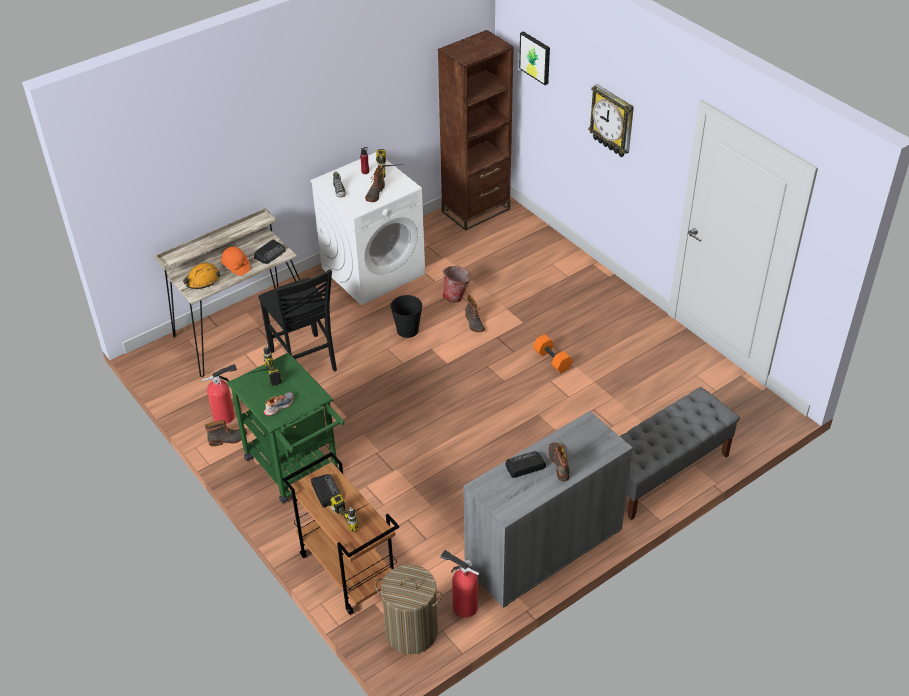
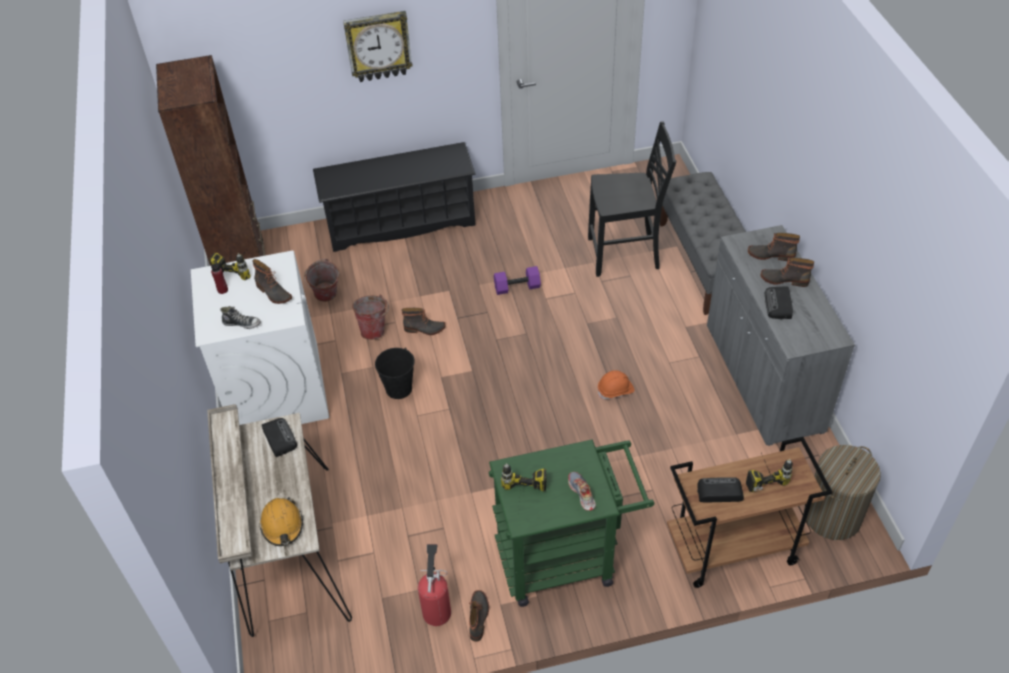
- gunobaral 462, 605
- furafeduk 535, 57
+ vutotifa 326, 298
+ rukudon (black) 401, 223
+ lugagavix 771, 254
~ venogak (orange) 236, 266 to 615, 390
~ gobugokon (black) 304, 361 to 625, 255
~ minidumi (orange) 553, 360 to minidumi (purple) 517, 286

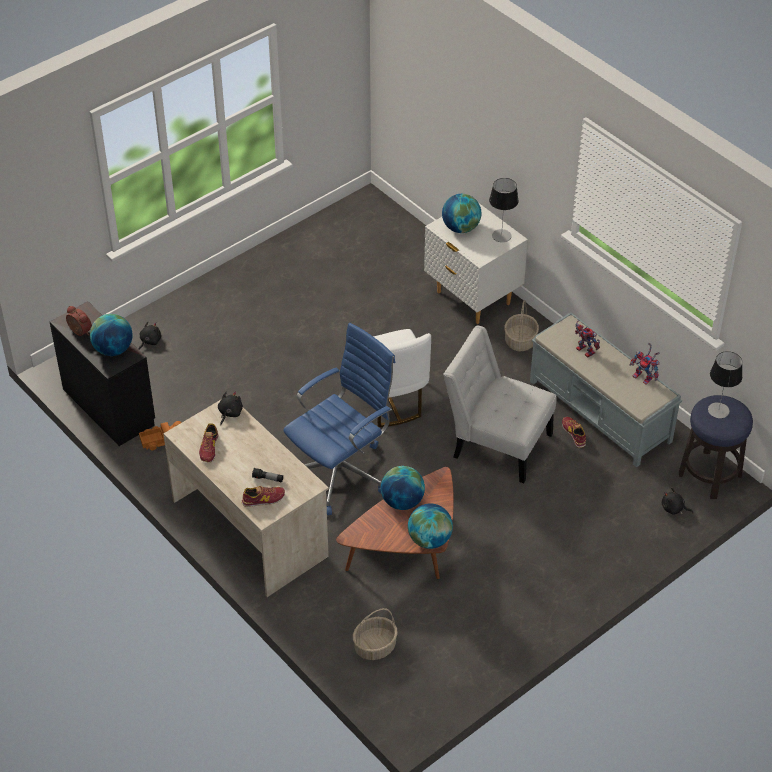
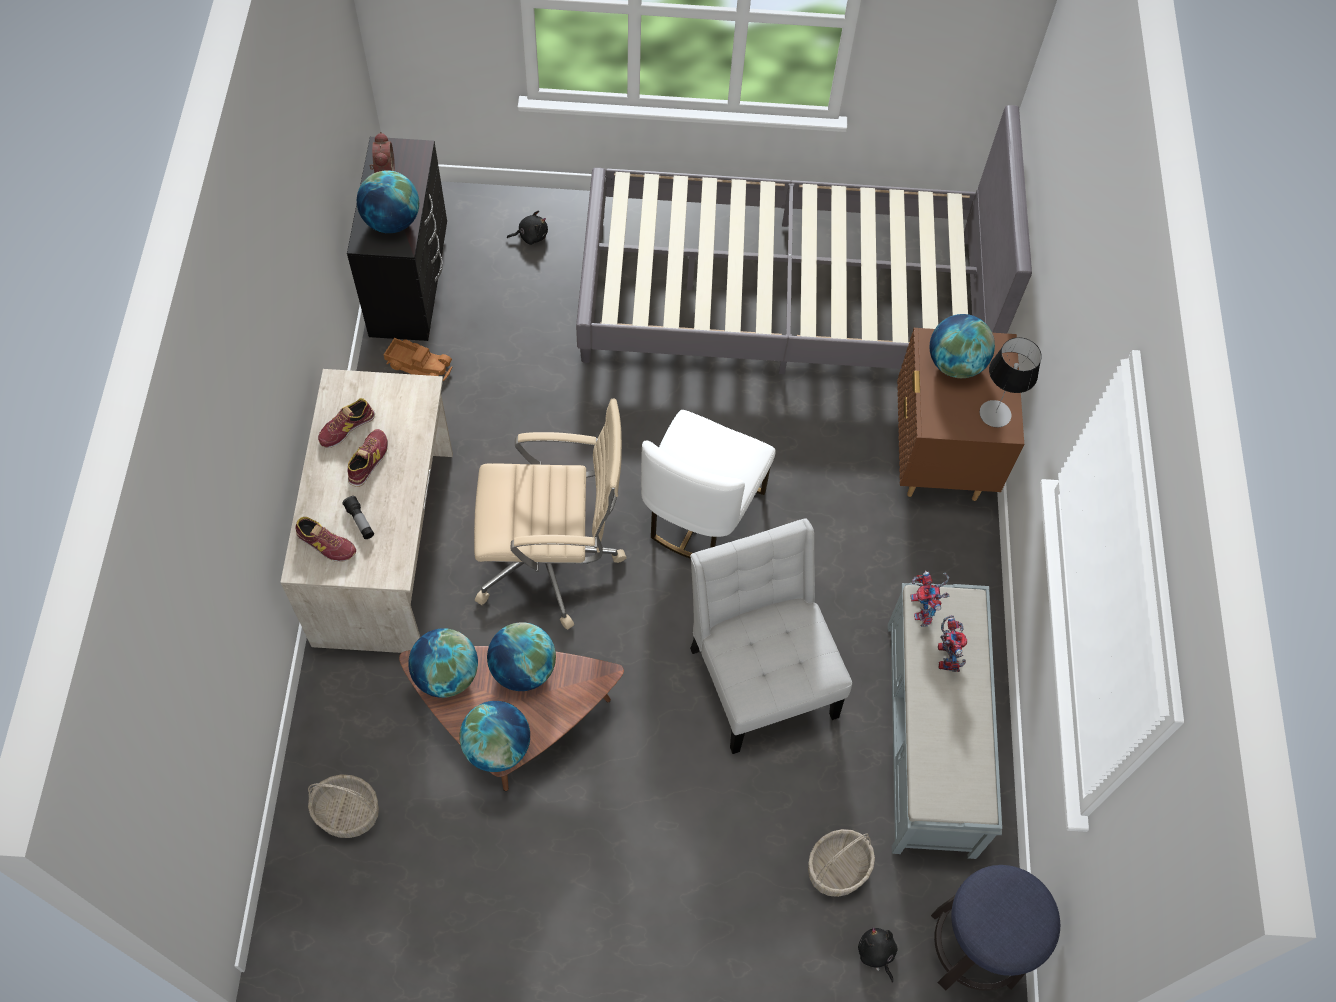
- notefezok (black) 229, 413
- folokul 718, 410
+ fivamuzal 446, 675
+ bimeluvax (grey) 782, 299
~ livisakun 520, 341 to 837, 870
~ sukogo 574, 434 to 368, 460
~ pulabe 644, 377 to 924, 609
~ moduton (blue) 341, 471 to moduton (beige) 551, 560
~ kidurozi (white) 472, 298 to kidurozi (brown) 938, 458

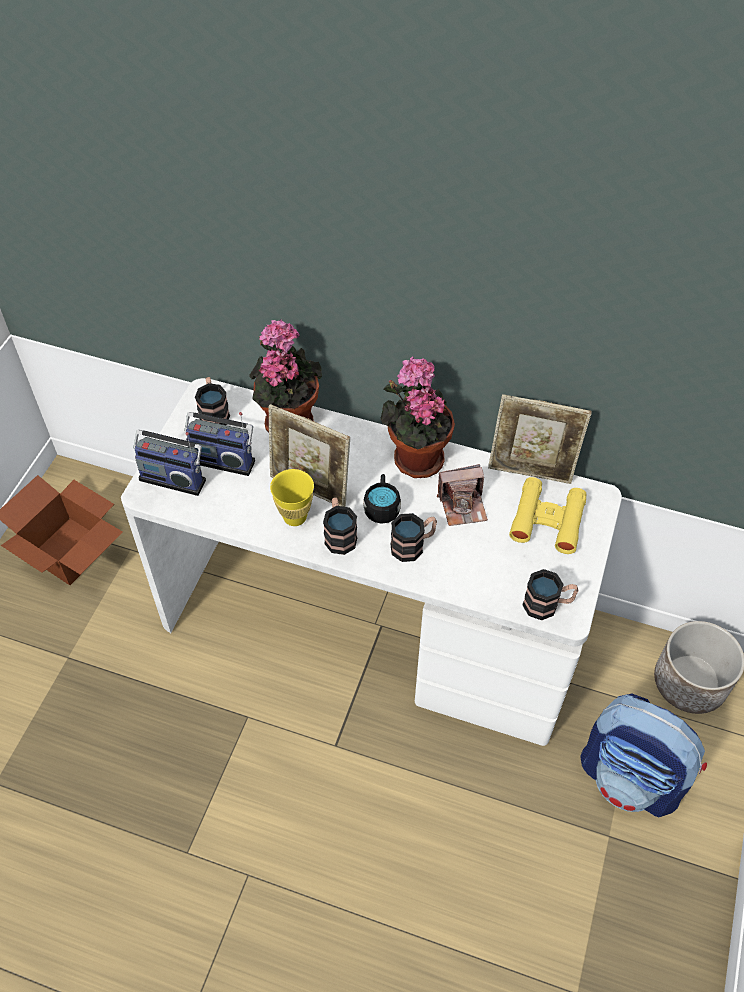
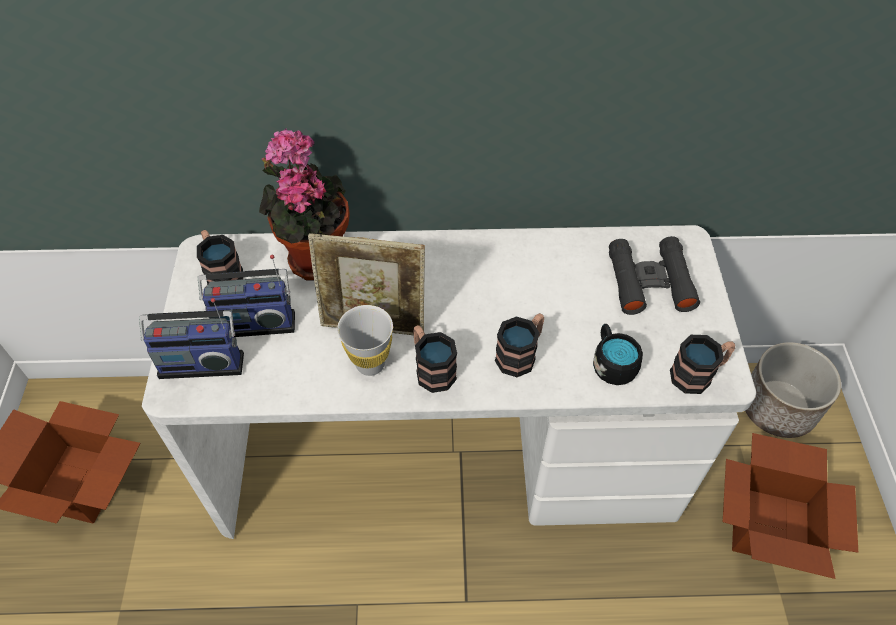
- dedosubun 415, 457
- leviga 462, 505
- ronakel 530, 472
~ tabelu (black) 382, 506 to 611, 363
~ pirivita 630, 778 to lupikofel 771, 524
~ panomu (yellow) 295, 517 to panomu (white) 370, 364
~ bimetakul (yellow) 547, 520 to bimetakul (black) 649, 281

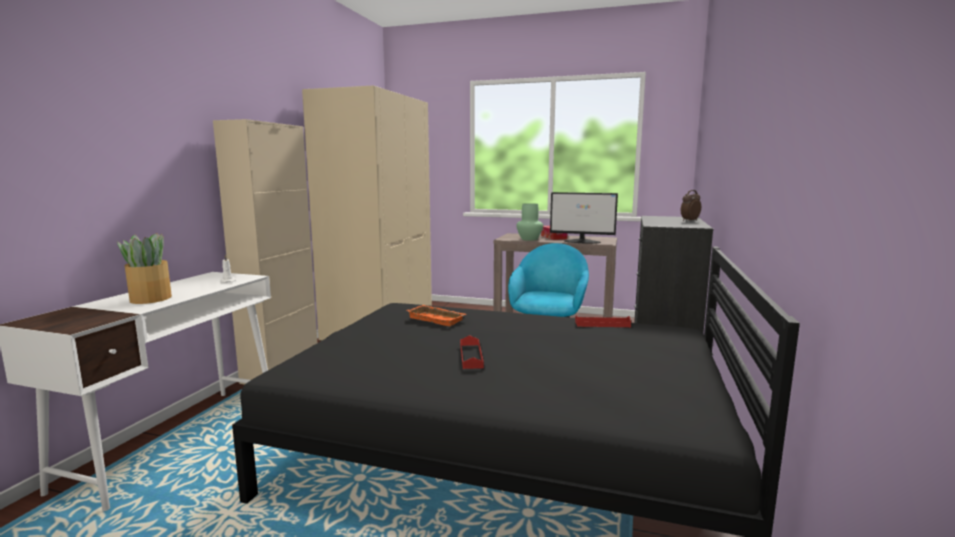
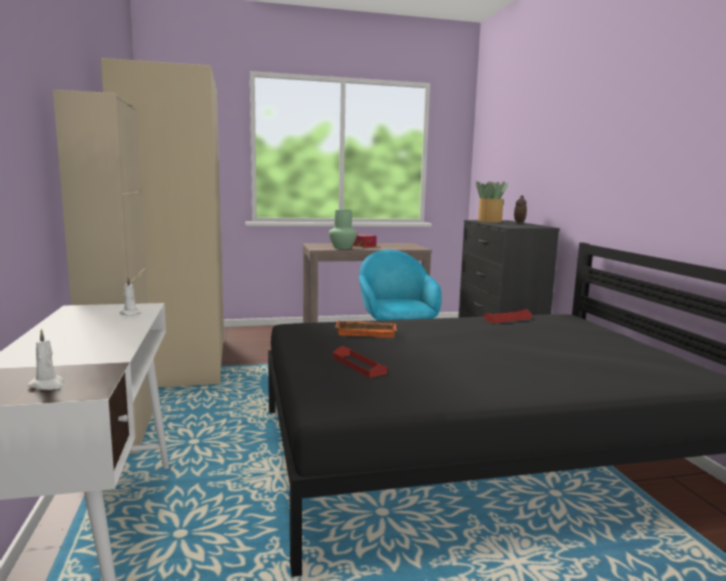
- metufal 582, 241
+ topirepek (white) 47, 385
~ dedosubun 151, 298 to 489, 221
~ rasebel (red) 471, 356 to 359, 365

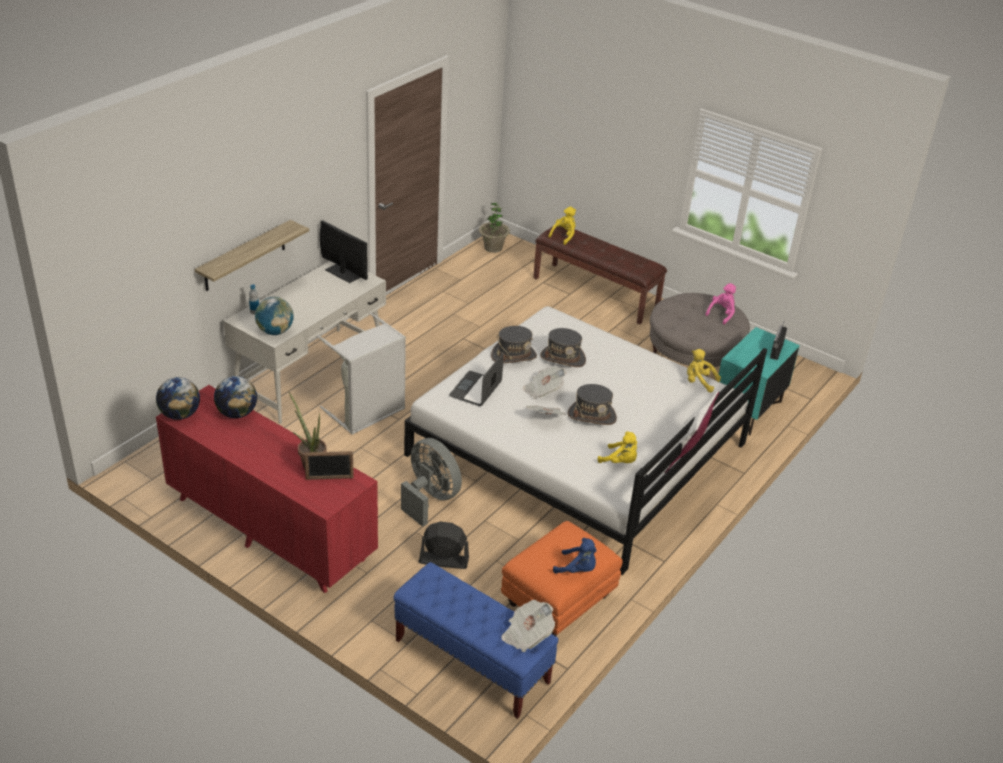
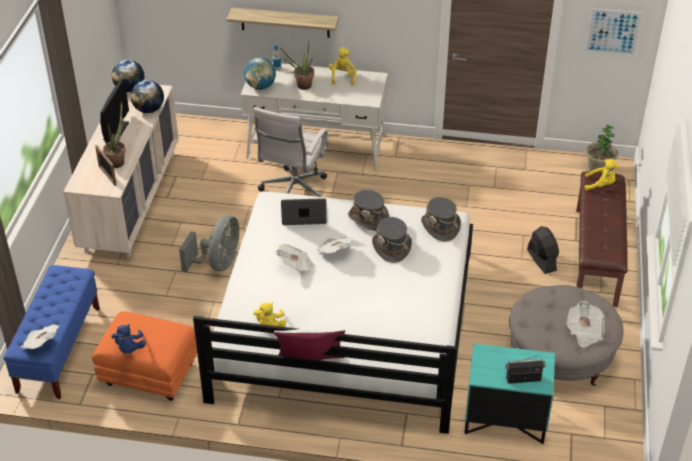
+ dedosubun 301, 86
+ furafeduk 613, 32
~ metufal 342, 273 to 116, 131
~ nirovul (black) 443, 560 to 541, 260
~ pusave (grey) 592, 416 to 440, 227
~ notefezok (yellow) 699, 382 to 342, 77
~ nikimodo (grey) 367, 413 to moduton (white) 293, 193
~ notefezok (pink) 721, 314 to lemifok 584, 332
~ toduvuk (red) 270, 528 to toduvuk (beige) 131, 201

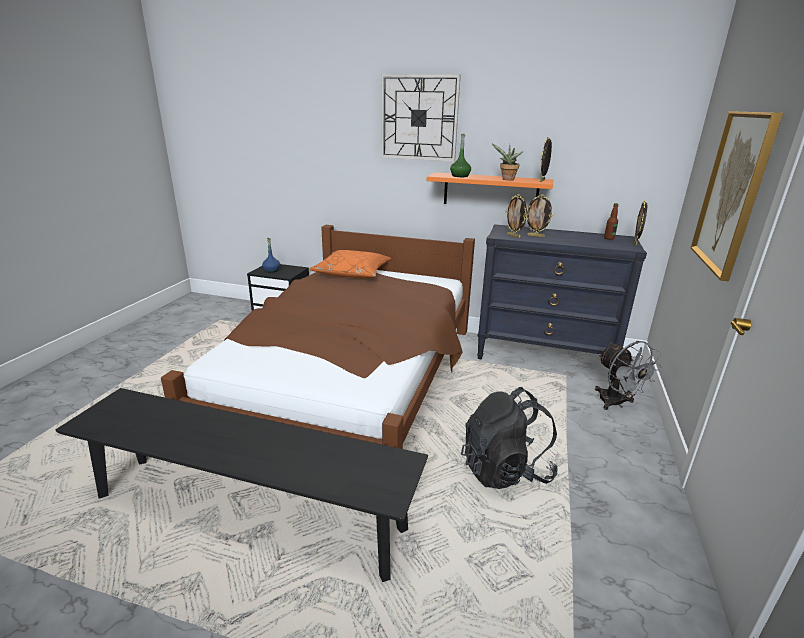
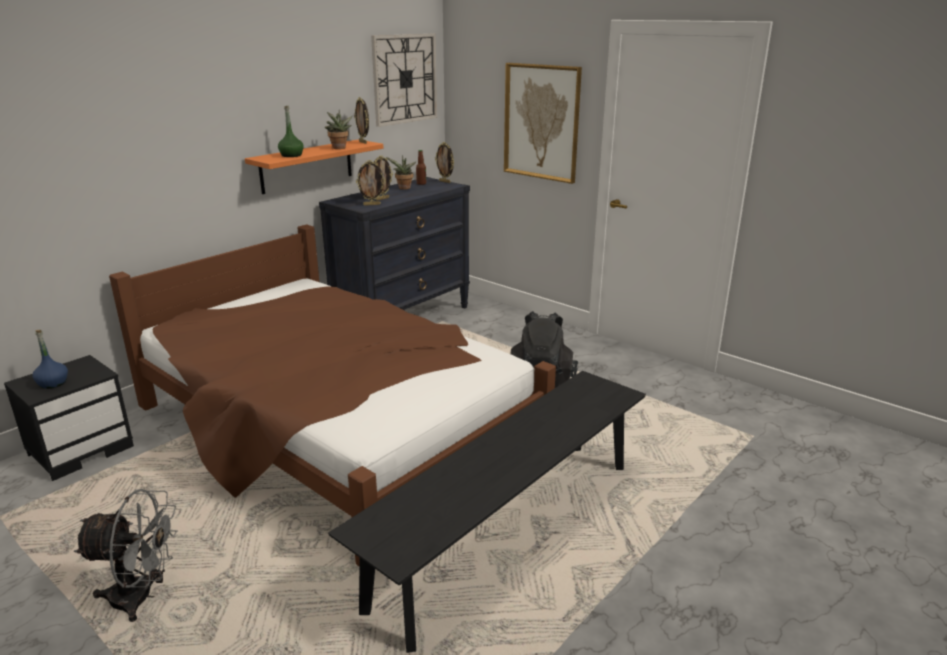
- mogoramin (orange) 352, 273
+ dedosubun 403, 188
~ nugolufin 419, 118 to 405, 79
~ nirovul (grey) 616, 403 to 142, 597

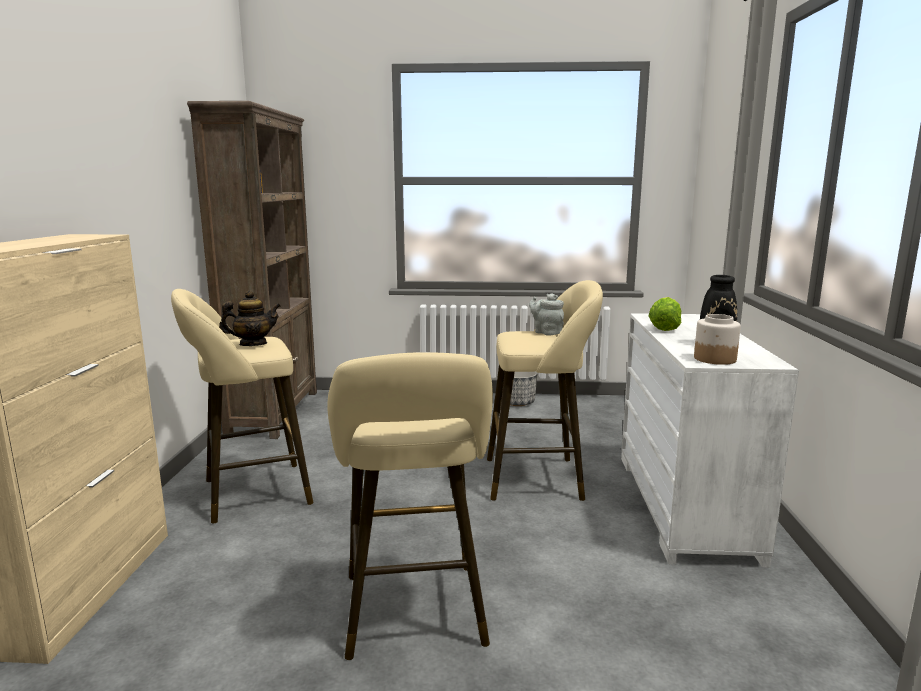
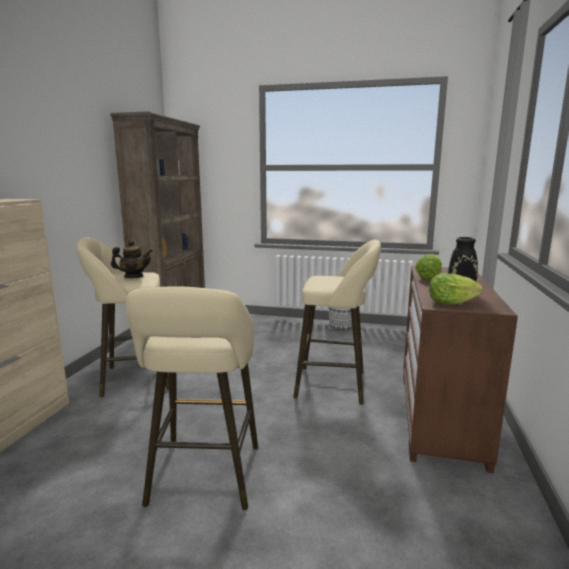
- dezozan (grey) 546, 332
~ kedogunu 714, 359 to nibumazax 450, 303
~ toduvuk (white) 685, 504 to toduvuk (brown) 441, 415

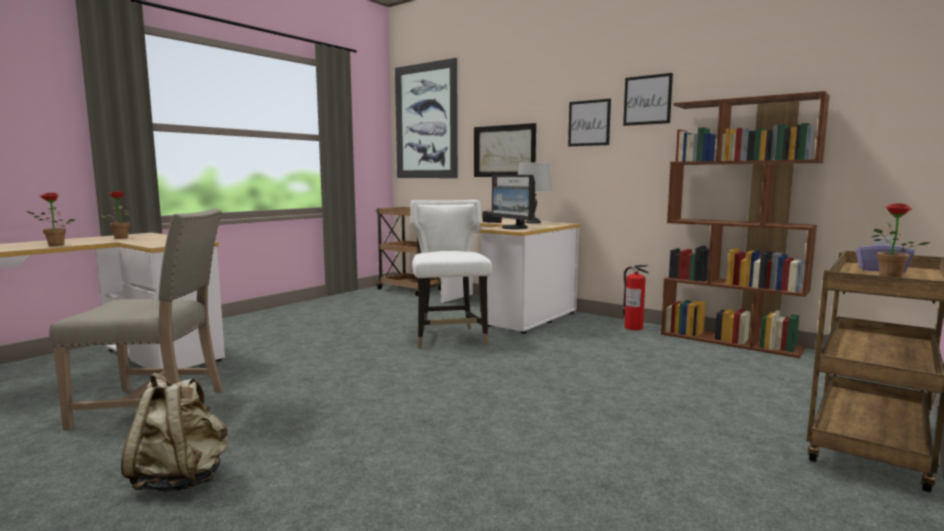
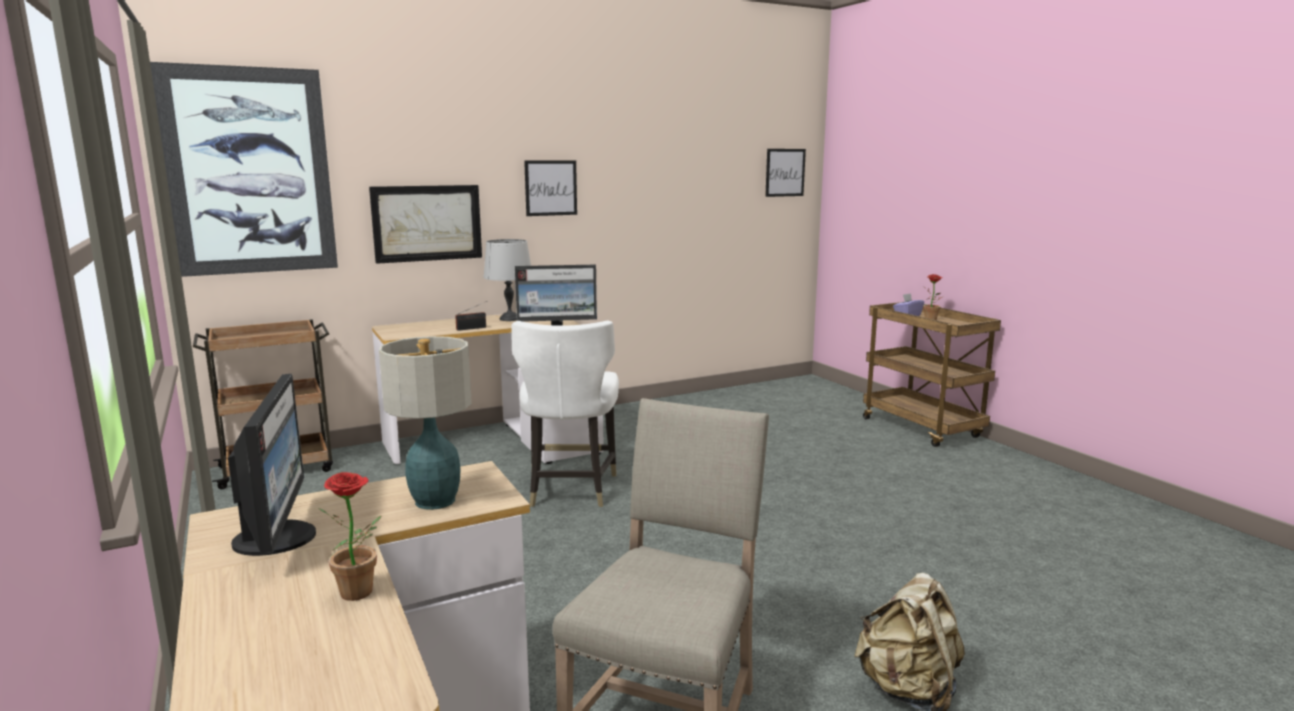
- gunobaral 633, 327
- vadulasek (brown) 730, 341
+ folokul 436, 500
~ furafeduk 647, 100 to 785, 172
~ dedosubun 120, 237 to metufal 278, 538
~ gobugokon (white) 450, 337 = 570, 489 105 degrees counterclockwise

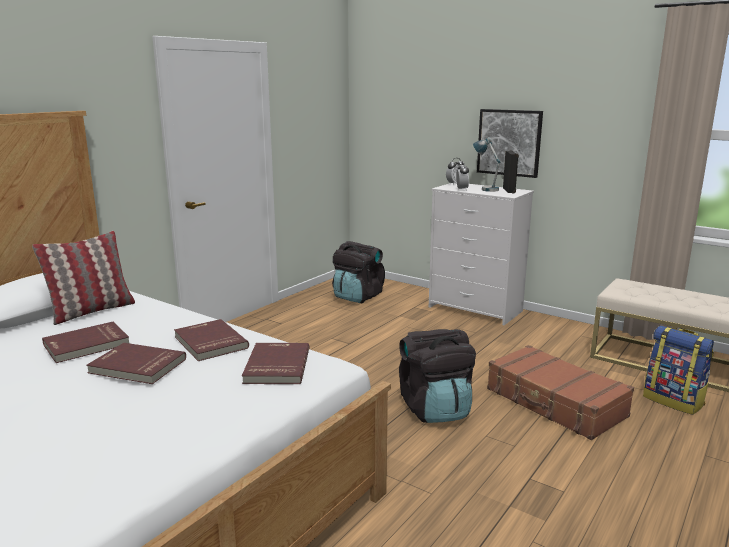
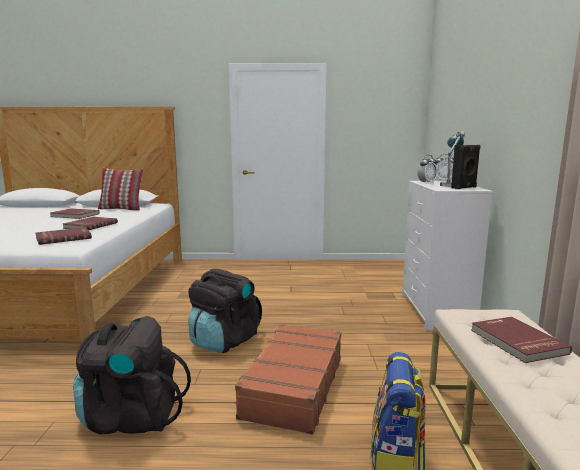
- furafeduk 509, 142
~ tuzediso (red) 137, 366 to 516, 342
~ pirivita (black) 357, 297 to 131, 417

